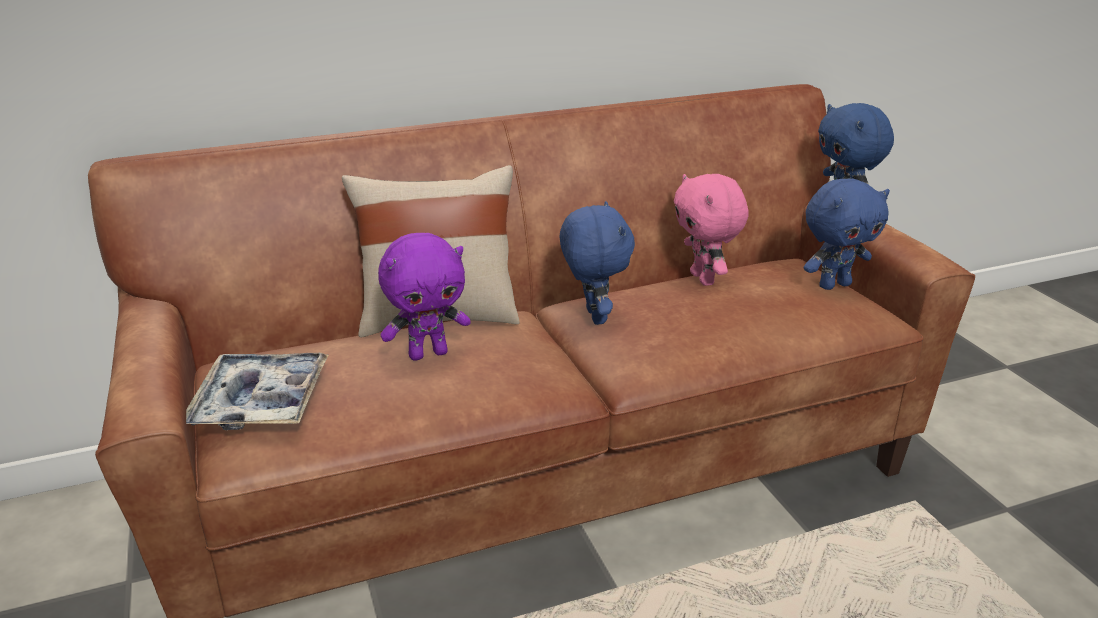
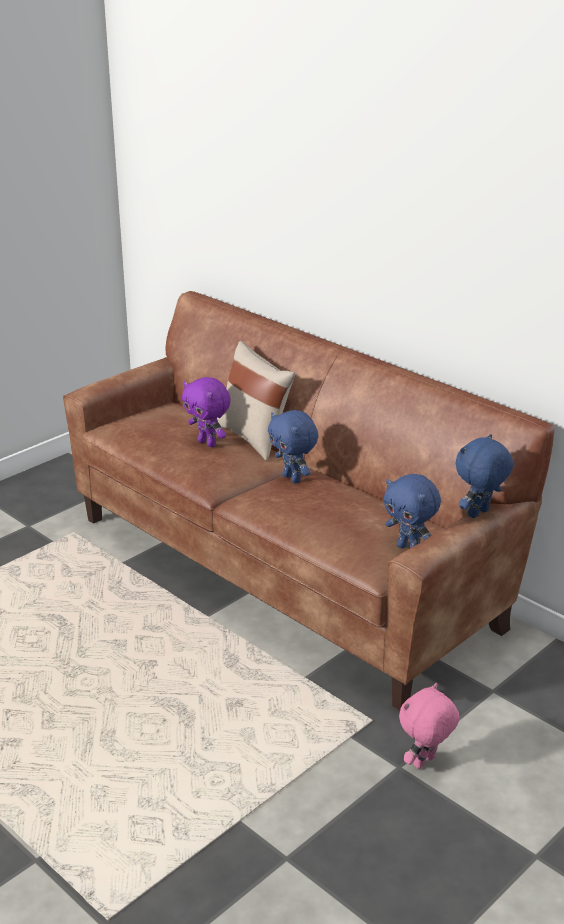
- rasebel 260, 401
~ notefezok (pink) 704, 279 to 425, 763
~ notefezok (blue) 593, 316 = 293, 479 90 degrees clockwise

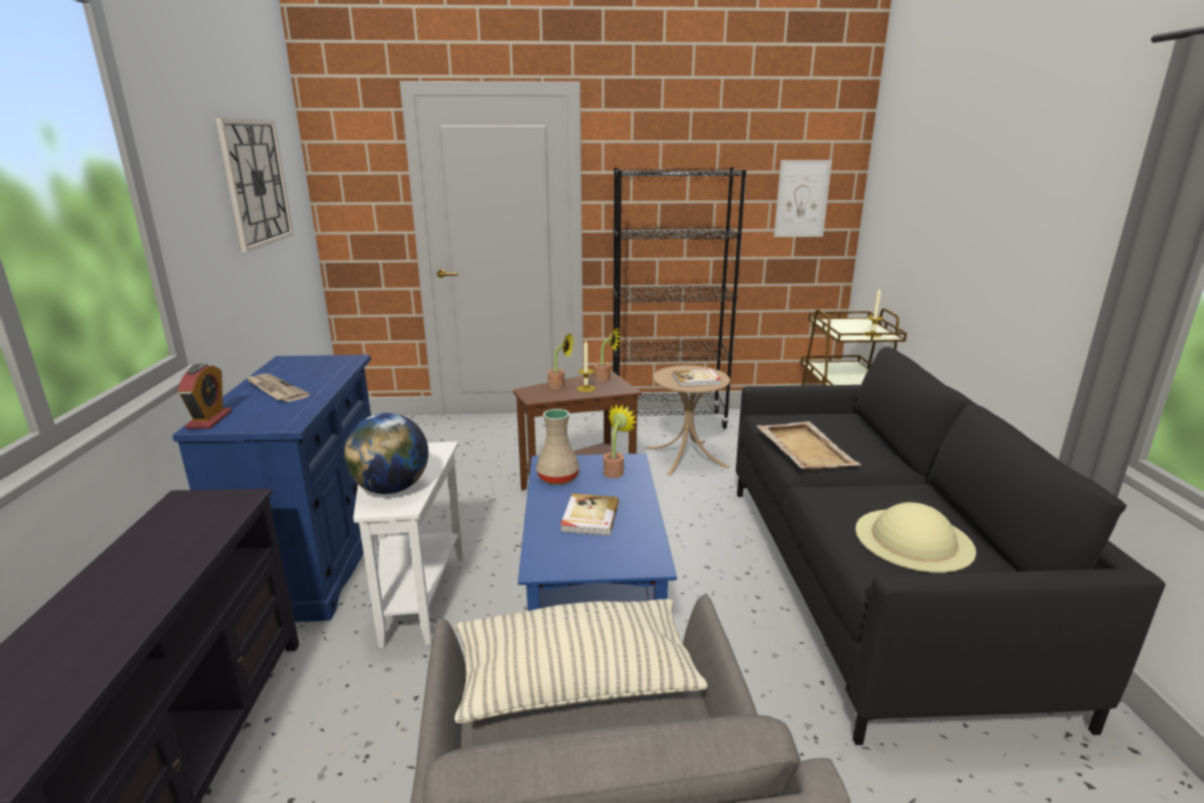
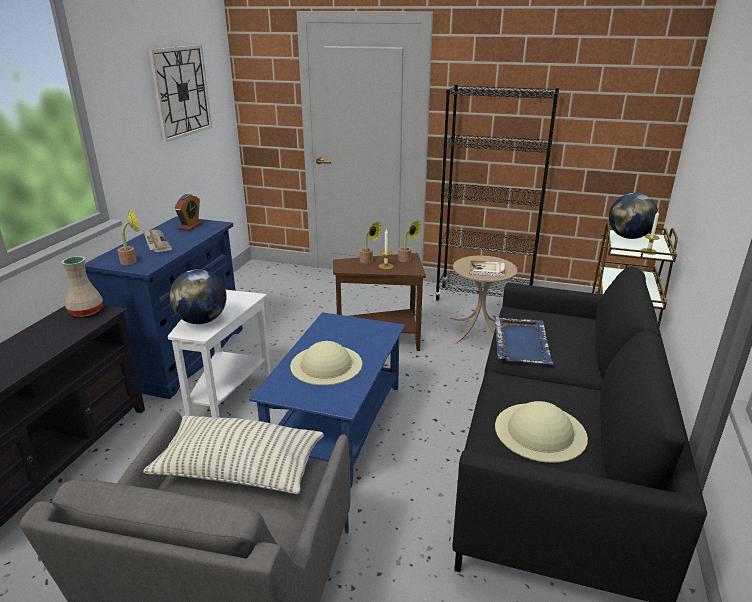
- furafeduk 802, 199
+ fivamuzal 628, 237
~ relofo 209, 420 to 190, 226
~ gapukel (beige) 557, 478 to 85, 312
~ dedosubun 615, 471 to 132, 261
~ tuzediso 589, 517 to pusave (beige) 326, 364
~ rasebel (beige) 804, 448 to rasebel (blue) 521, 342

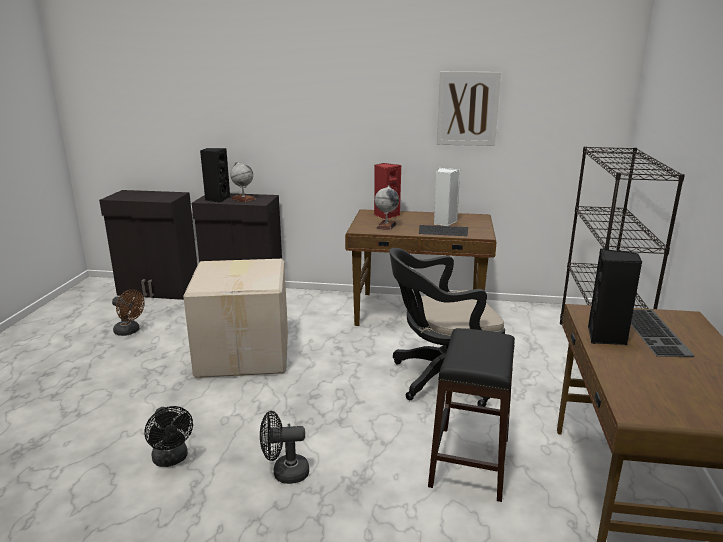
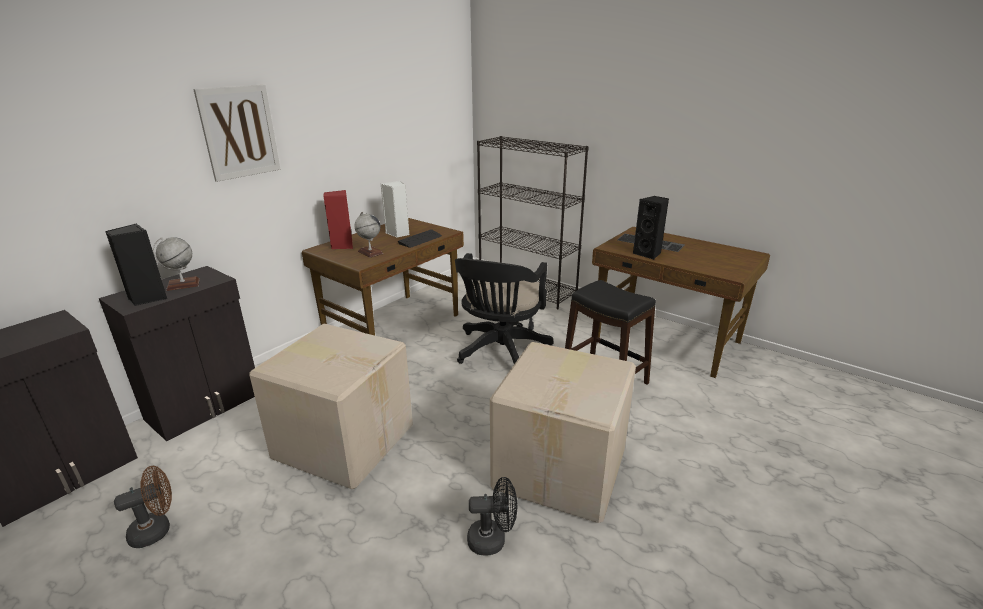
~ furafeduk 467, 109 to 239, 132
~ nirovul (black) 284, 473 to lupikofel 562, 468

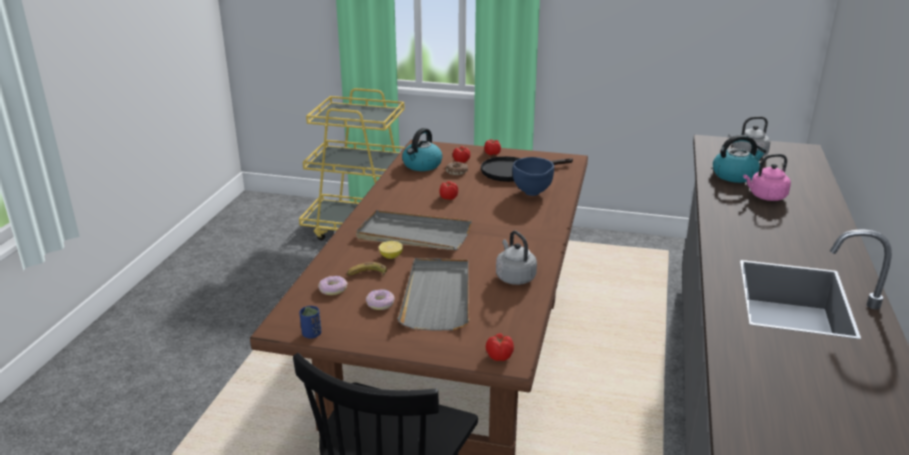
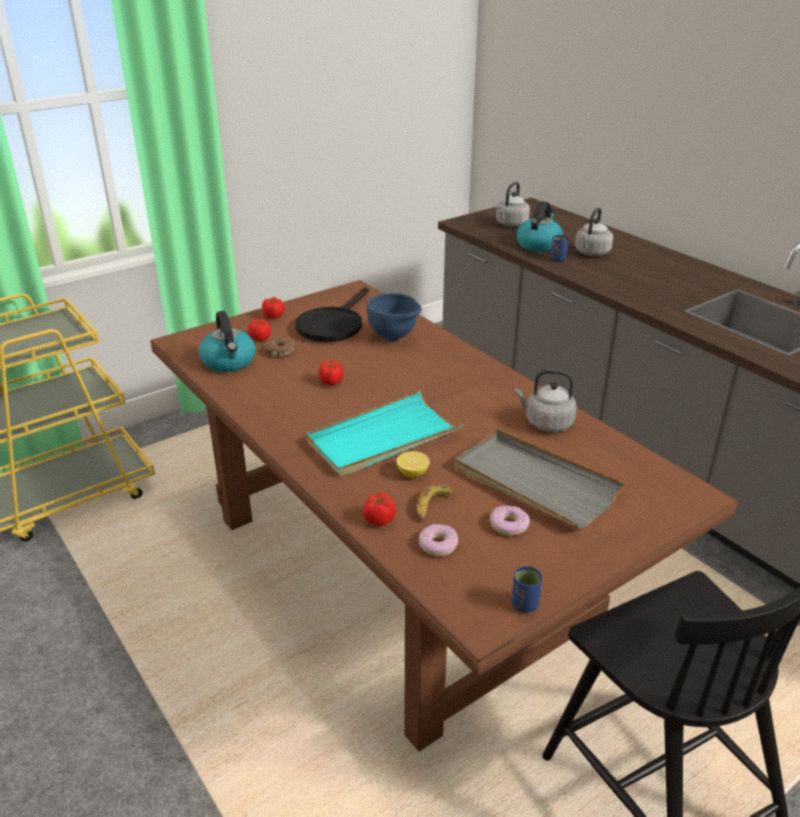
+ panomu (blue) 558, 259
~ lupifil 499, 356 to 378, 519
~ rasebel (grey) 413, 235 to rasebel (turquoise) 383, 438
~ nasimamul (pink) 765, 196 to nasimamul (grey) 591, 253

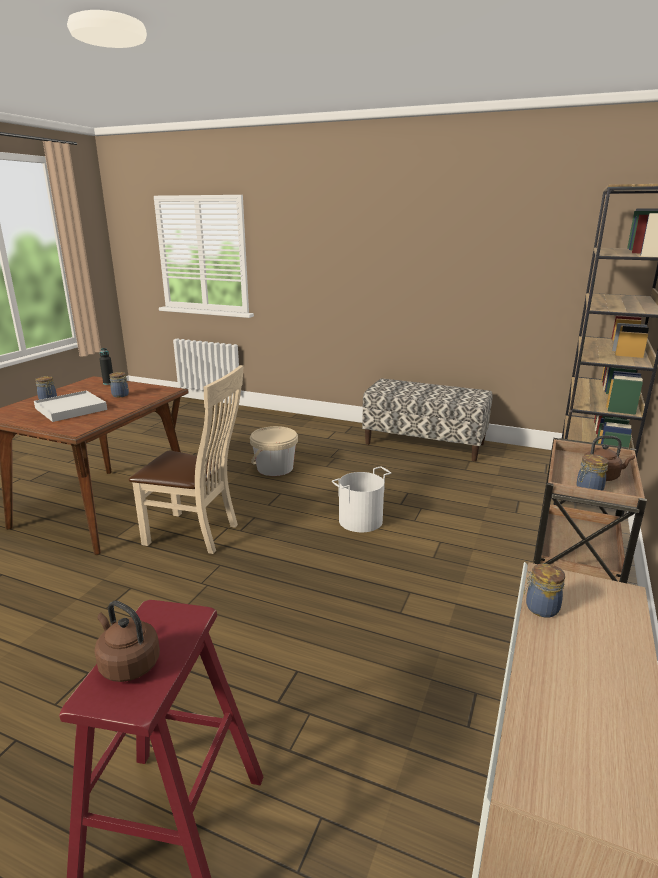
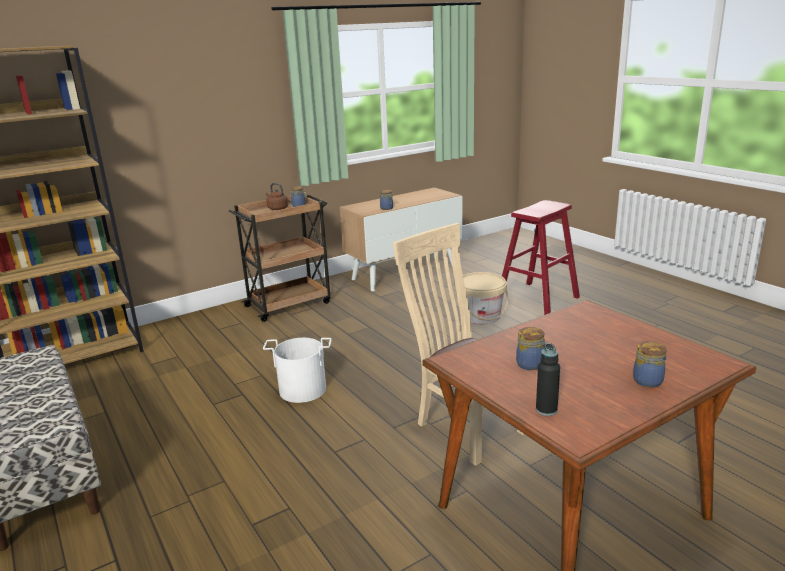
- rasebel (white) 71, 409
- nasimamul (brown) 128, 664
~ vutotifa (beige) 275, 468 to 481, 316

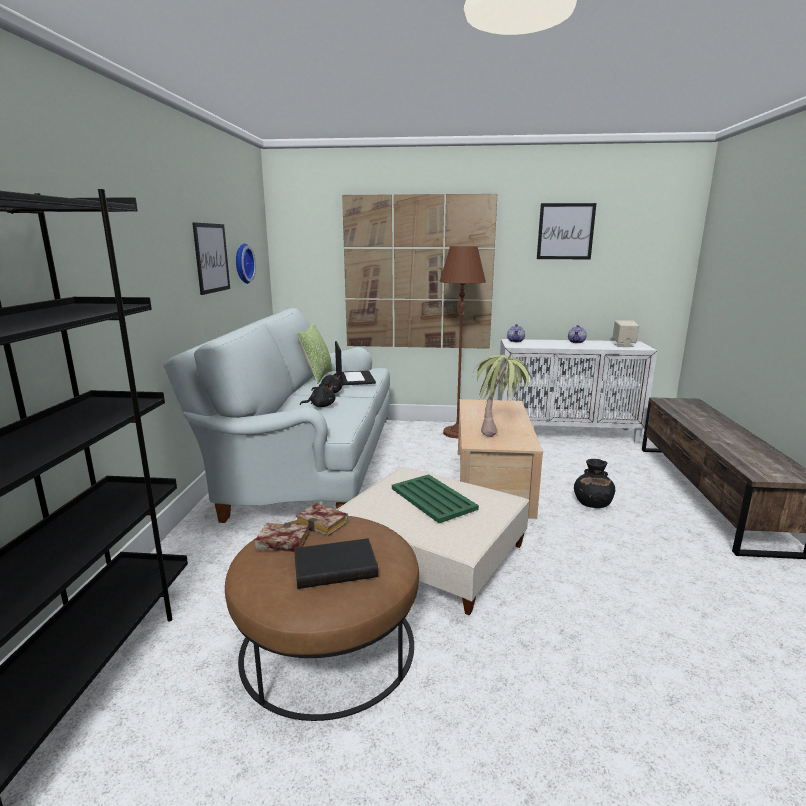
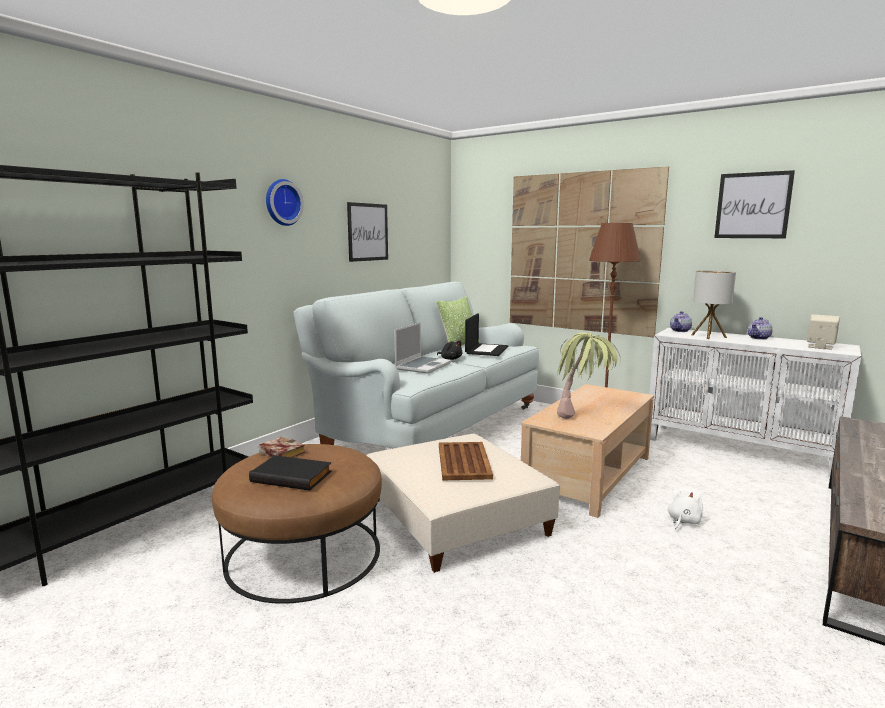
- tuzediso 324, 523
+ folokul 708, 336
~ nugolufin 242, 263 to 282, 202
~ notefezok (black) 321, 406 to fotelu 423, 366
~ gapukel (black) 592, 503 to notefezok (white) 683, 521
~ rasebel (green) 433, 498 to rasebel (brown) 464, 461

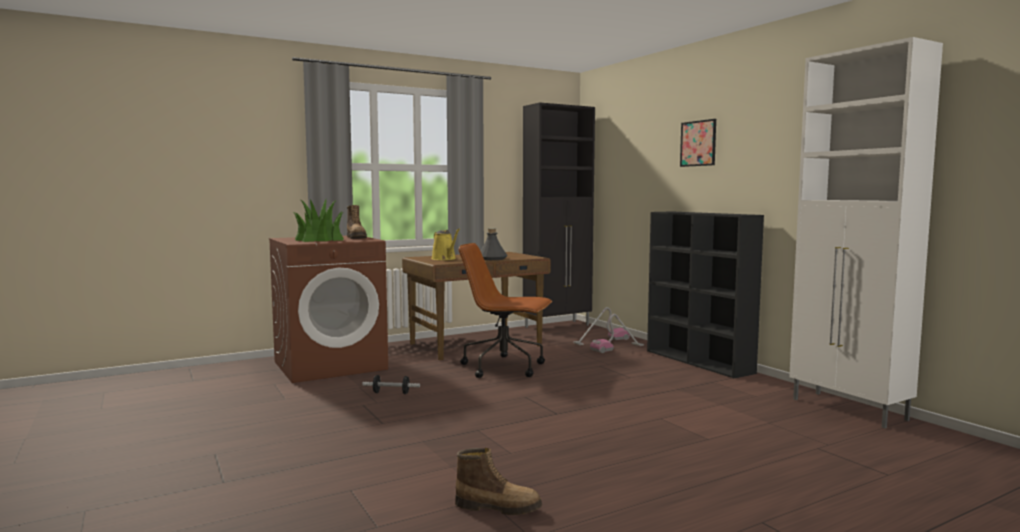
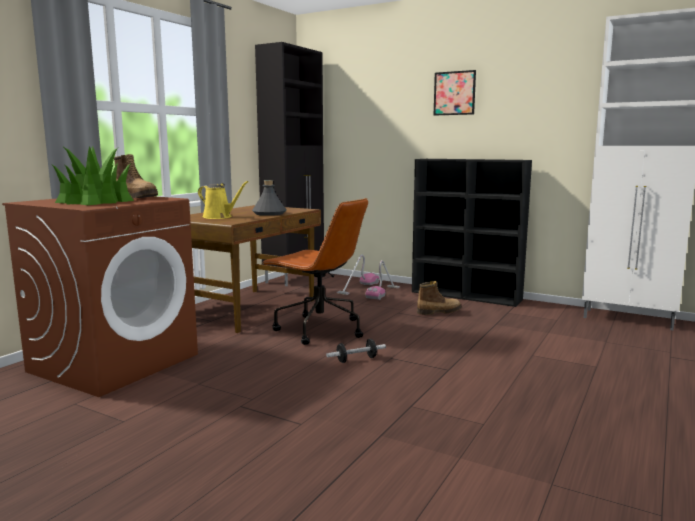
~ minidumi 391, 393 to 356, 359
~ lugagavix 498, 507 to 438, 312
~ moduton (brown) 505, 367 = 318, 329 135 degrees counterclockwise

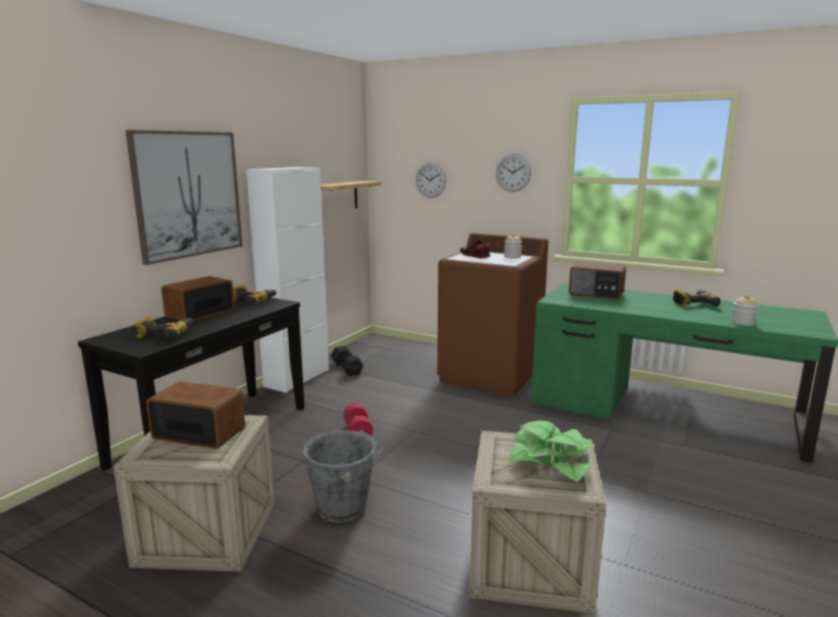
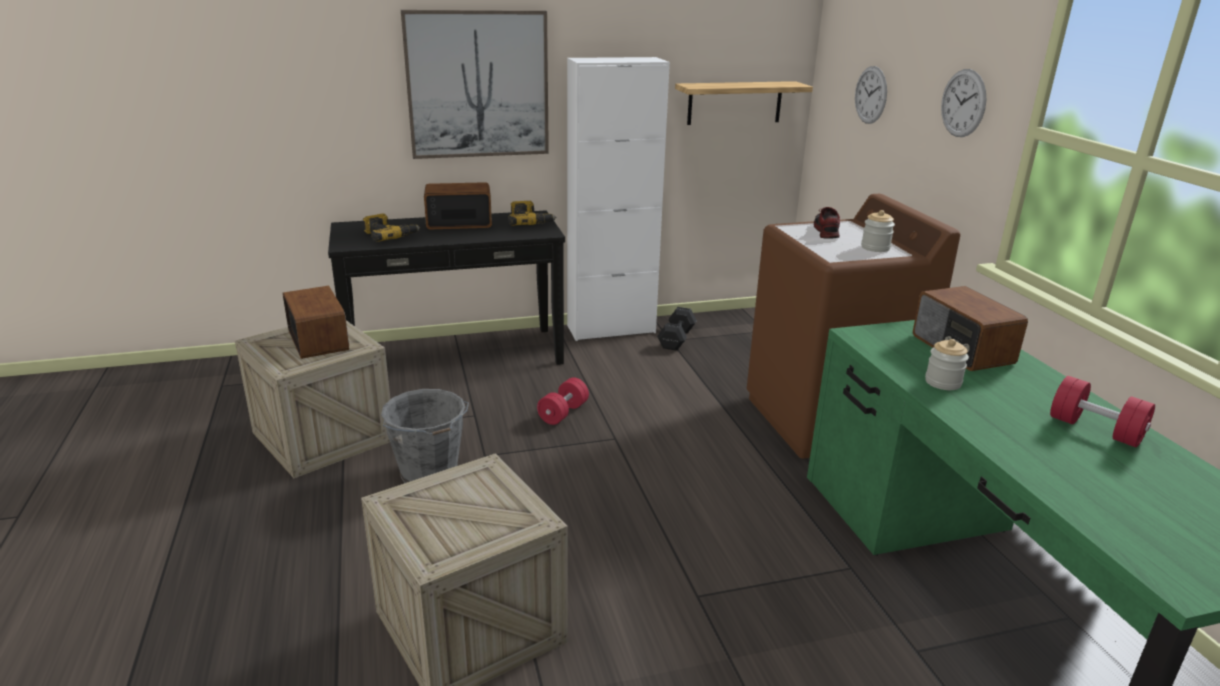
- dedosubun 551, 460
~ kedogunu 742, 323 to 943, 382
~ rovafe 693, 303 to minidumi (red) 1095, 430

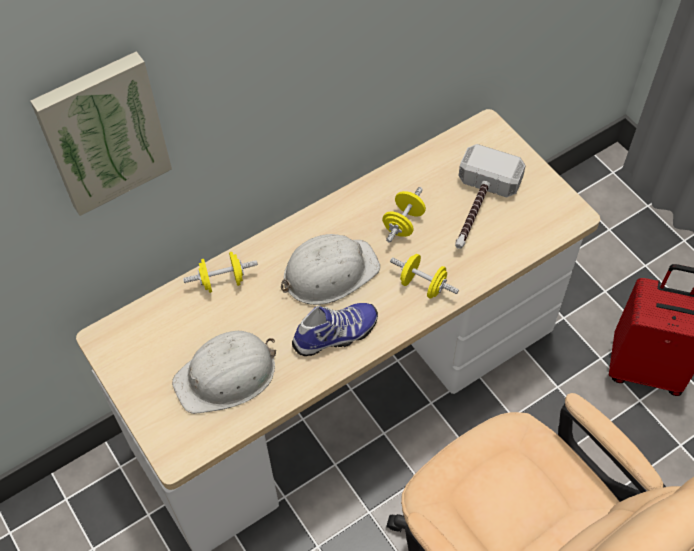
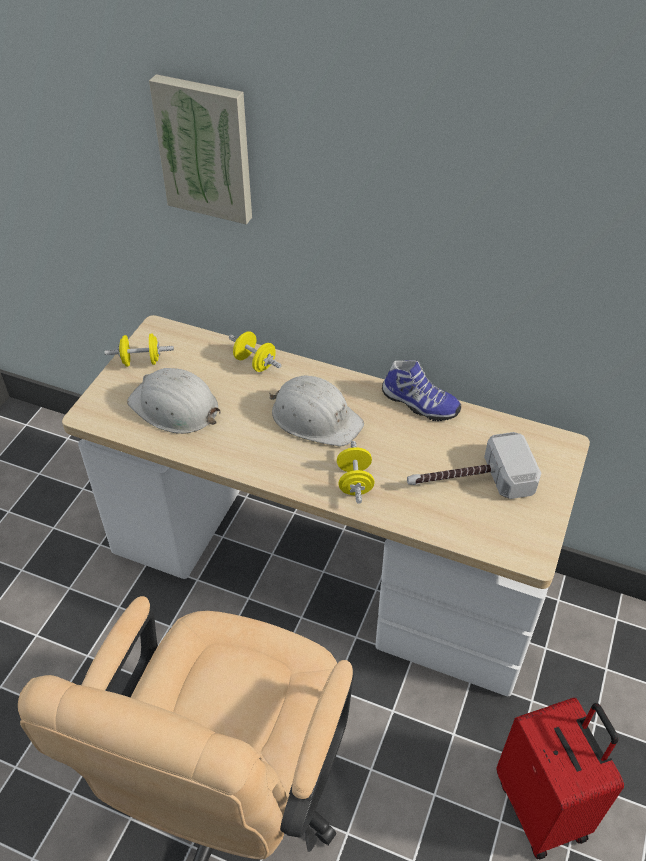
~ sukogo 336, 335 to 419, 404
~ minidumi (yellow) 403, 223 to 141, 361

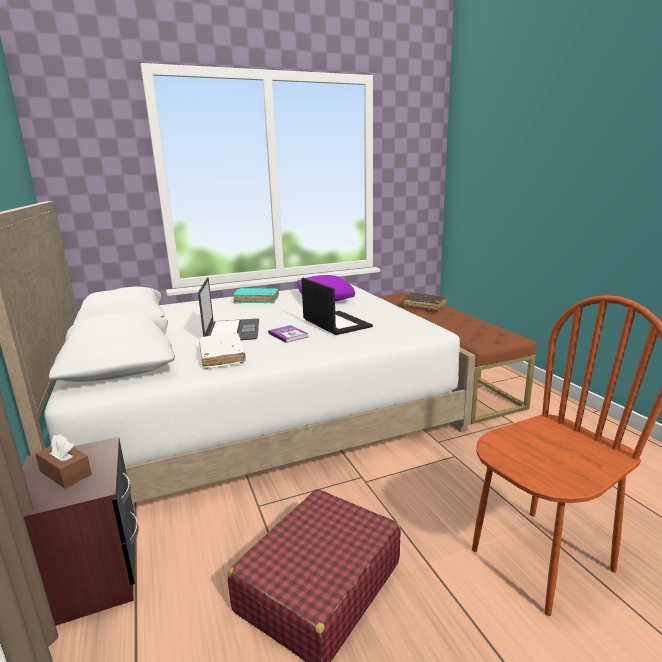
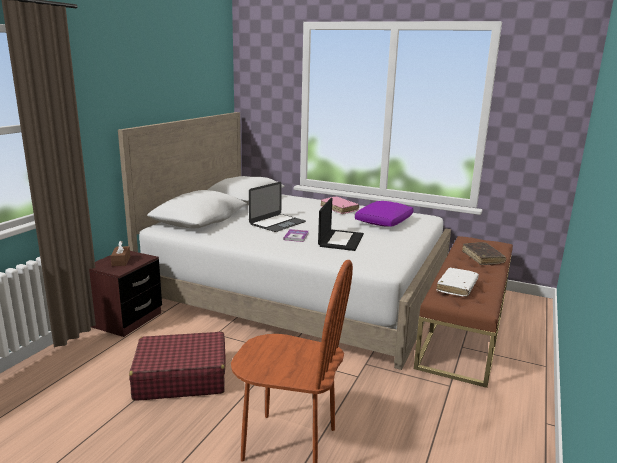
~ tuzediso (white) 222, 356 to 457, 287
~ tuzediso (turquoise) 256, 300 to tuzediso (pink) 339, 209

